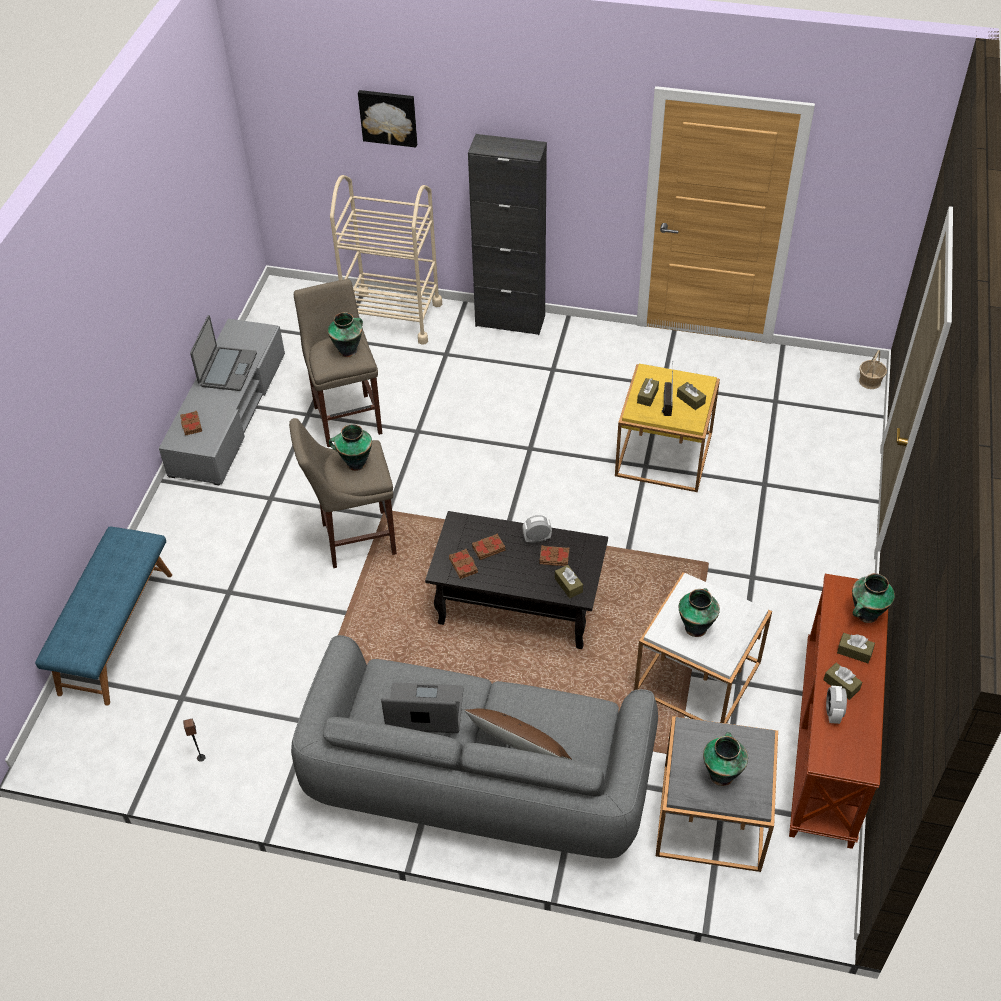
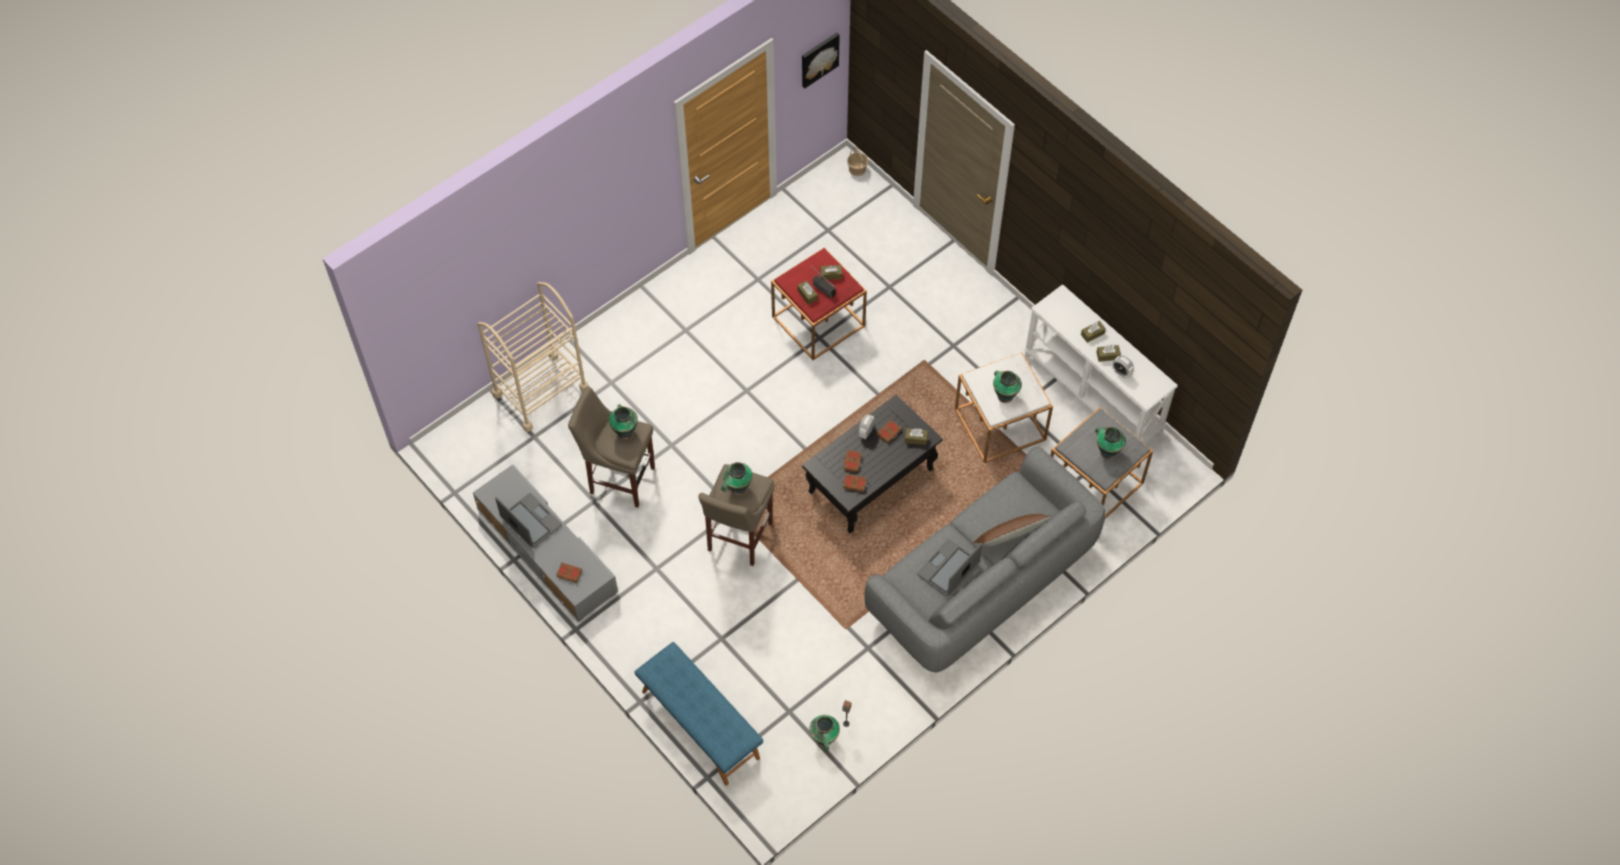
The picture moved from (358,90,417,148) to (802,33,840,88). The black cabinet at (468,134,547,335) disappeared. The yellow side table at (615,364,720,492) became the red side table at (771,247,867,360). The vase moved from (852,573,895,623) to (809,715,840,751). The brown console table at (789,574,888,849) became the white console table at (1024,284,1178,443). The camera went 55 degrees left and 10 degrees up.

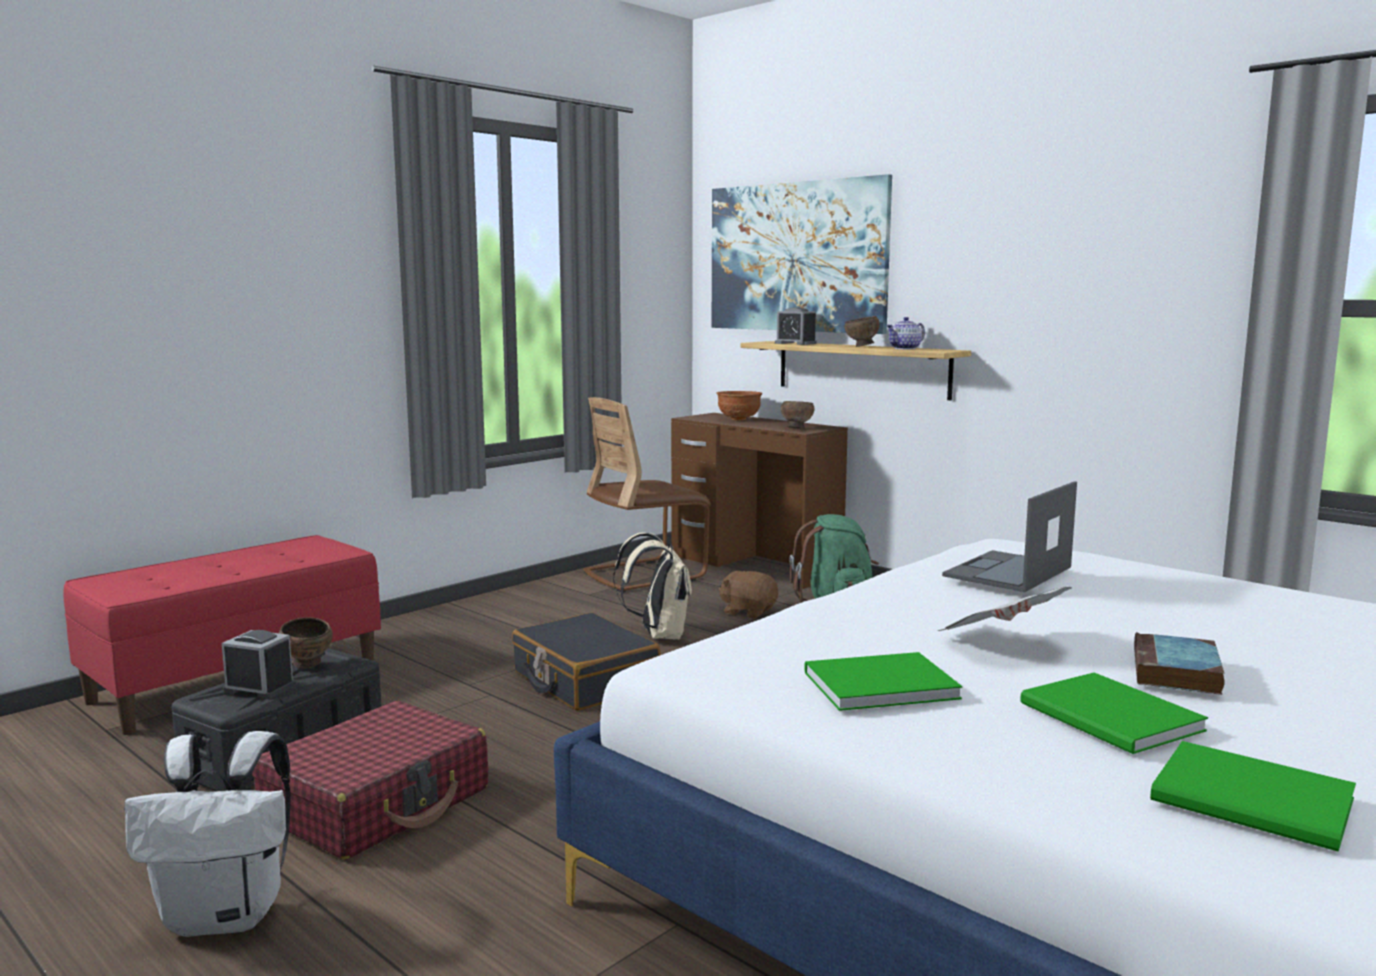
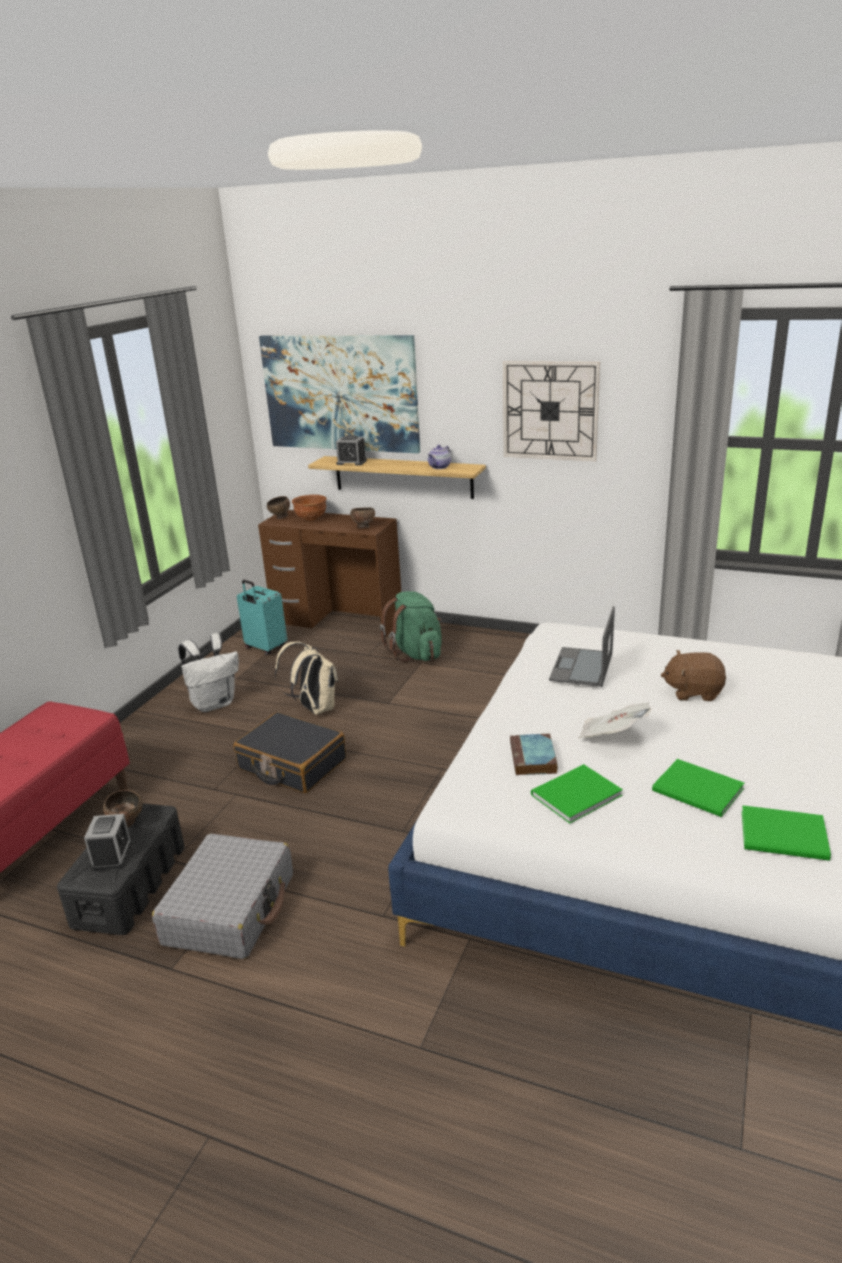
The brown bowl moved from (844,316,879,347) to (267,496,290,519). The brown chair at (583,397,711,593) was replaced by the turquoise suitcase at (237,580,287,655). The brown plush toy moved from (719,570,778,619) to (661,650,726,701). The alarm clock at (222,630,296,699) turned 90 degrees clockwise. The book moved from (1134,632,1225,695) to (510,734,558,775). The red suitcase at (252,701,488,859) became the grey suitcase at (152,833,293,959). The white backpack moved from (124,731,291,937) to (178,633,239,712). The wall clock at (503,361,600,461) appeared. The camera went 20 degrees left and 15 degrees up.

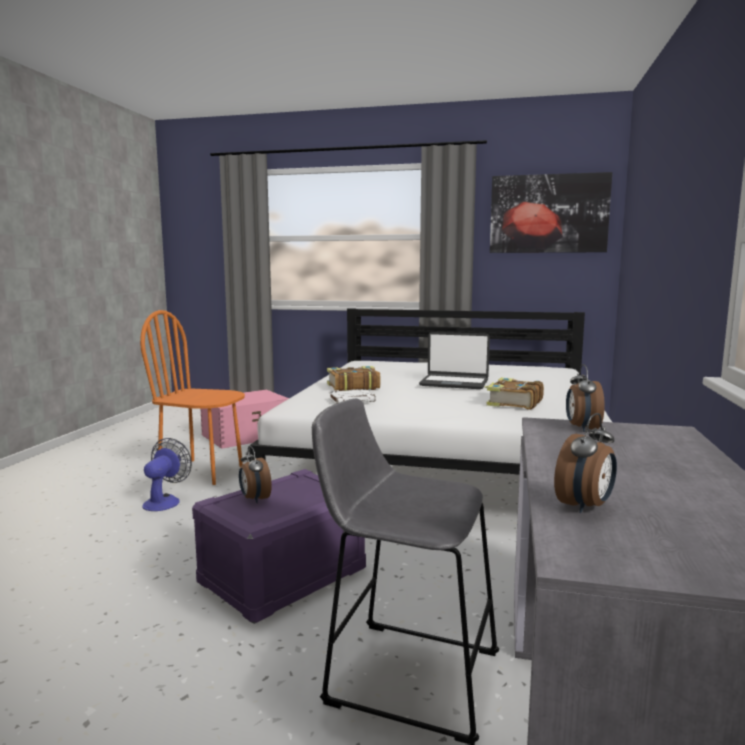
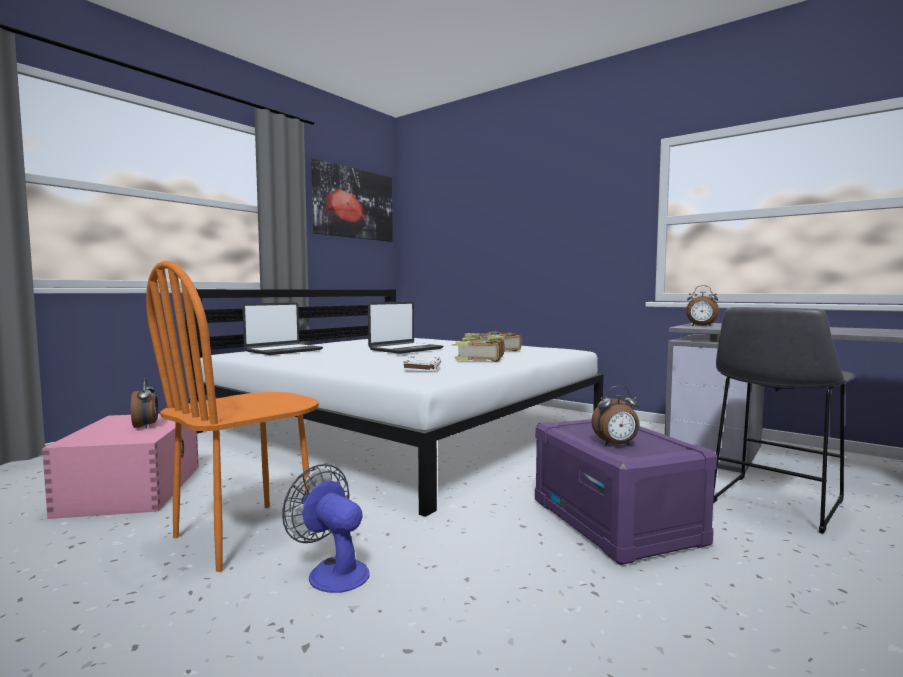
The book moved from (327,366,380,391) to (451,337,504,362). The alarm clock moved from (554,413,617,513) to (131,378,158,429). The laptop at (242,302,323,355) appeared. The camera went 65 degrees left and 5 degrees down.

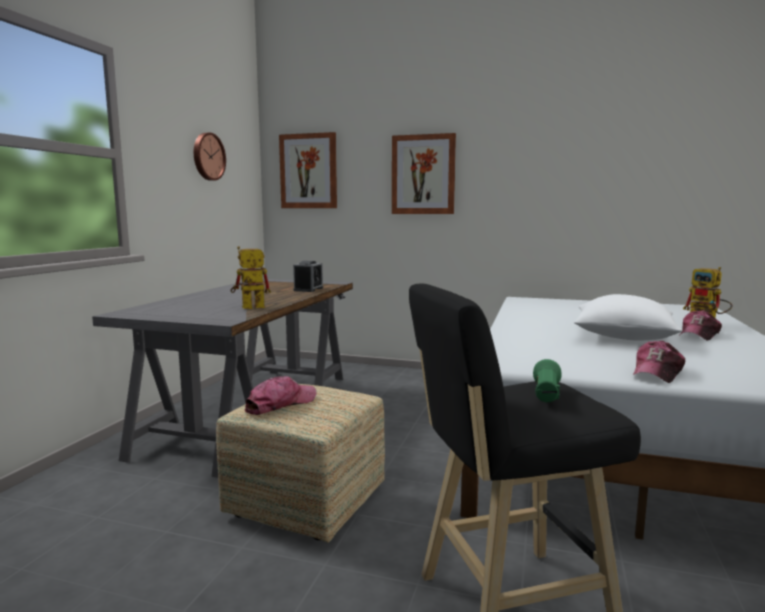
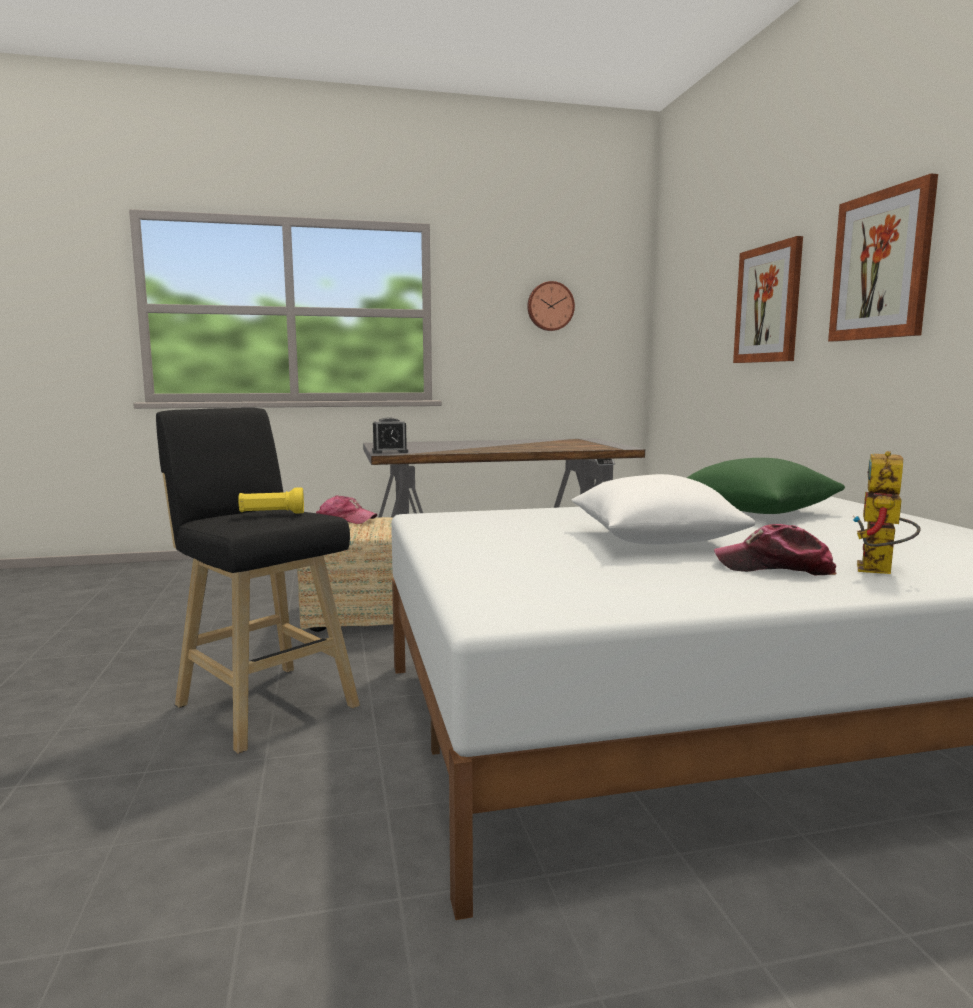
The picture moved from (279,132,337,208) to (828,174,938,342). The toy robot at (230,246,271,309) disappeared. The alarm clock moved from (293,261,323,292) to (372,417,408,454). The cap at (632,341,685,383) disappeared. The green flashlight at (533,359,562,402) became the yellow flashlight at (238,487,304,514). The green pillow at (687,458,845,514) appeared. The camera went 60 degrees right and 0 degrees up.

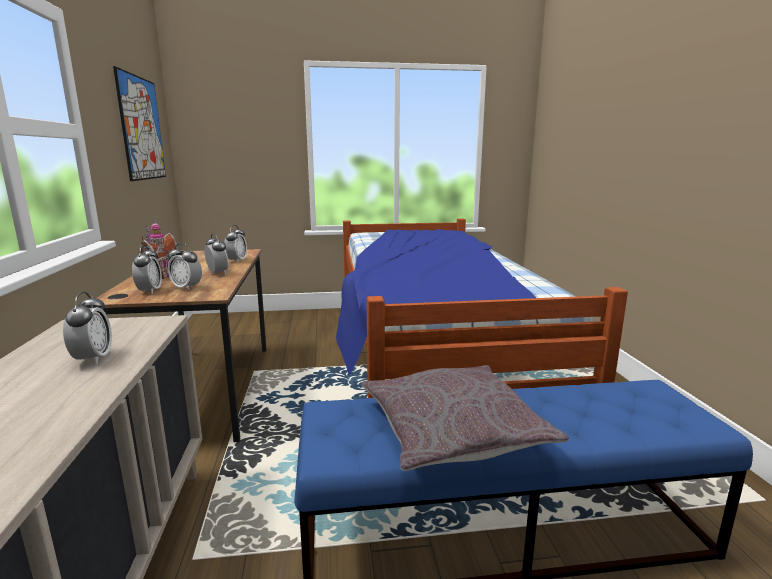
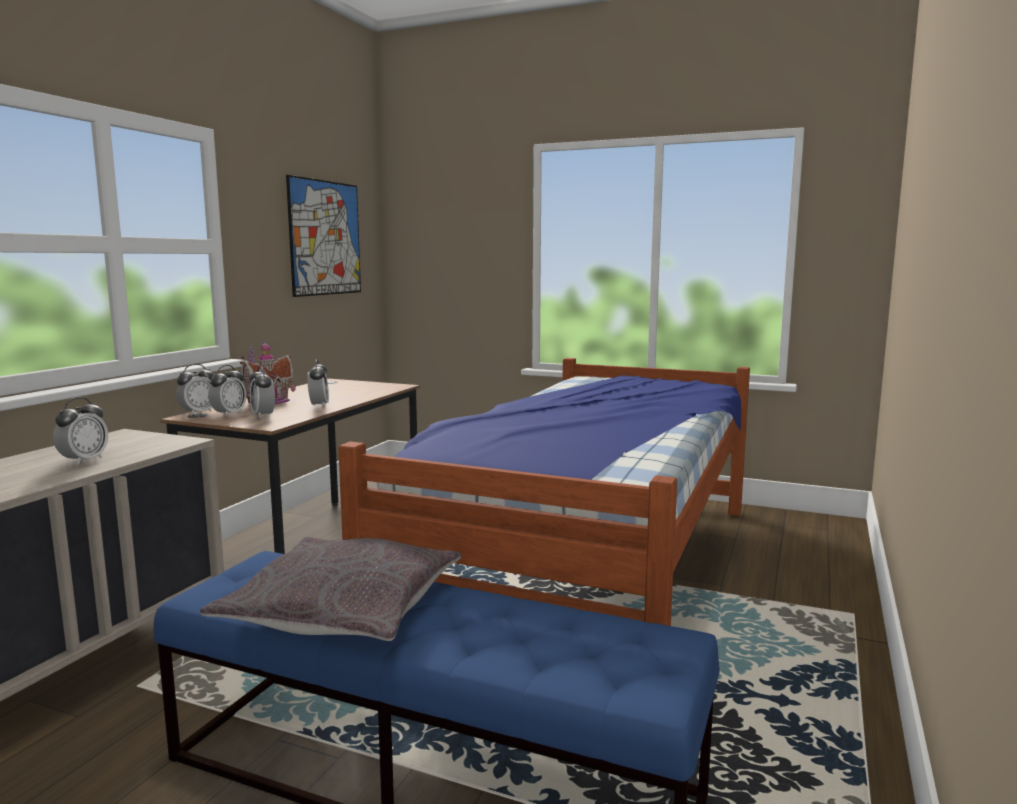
The alarm clock moved from (224,225,247,263) to (176,364,214,415). The camera went 30 degrees right and 5 degrees down.

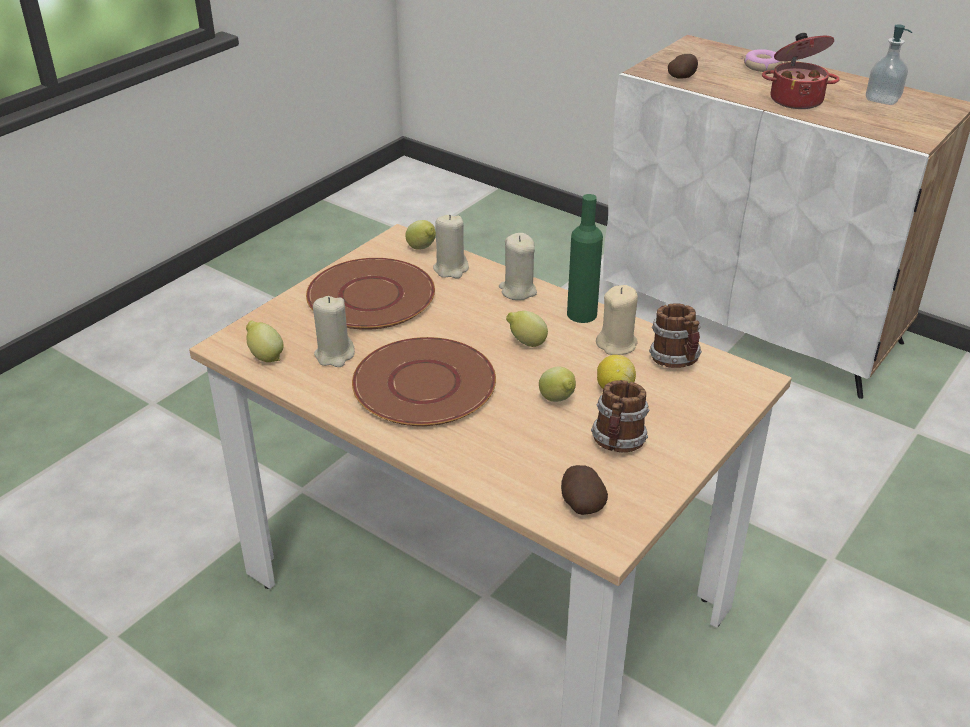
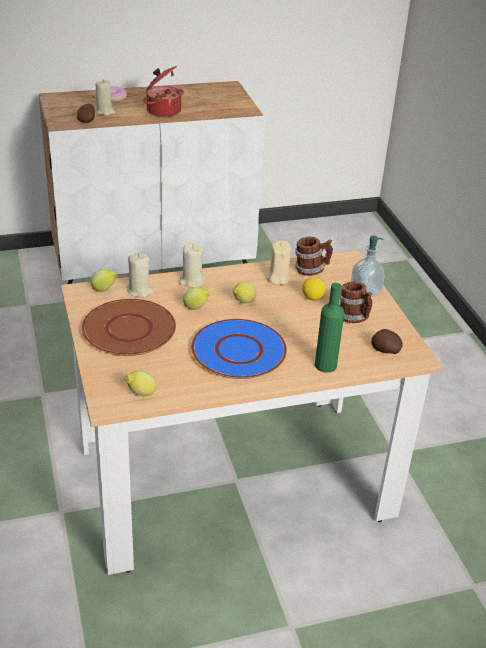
The soap dispenser moved from (866,24,912,105) to (351,236,385,297). The green bottle moved from (567,194,603,323) to (315,283,345,373). The beige candle moved from (313,296,355,367) to (95,79,116,116). The brown plate at (352,337,496,426) became the blue plate at (191,319,287,379). The lemon moved from (539,366,576,402) to (183,287,210,310). The camera went 55 degrees left and 0 degrees up.

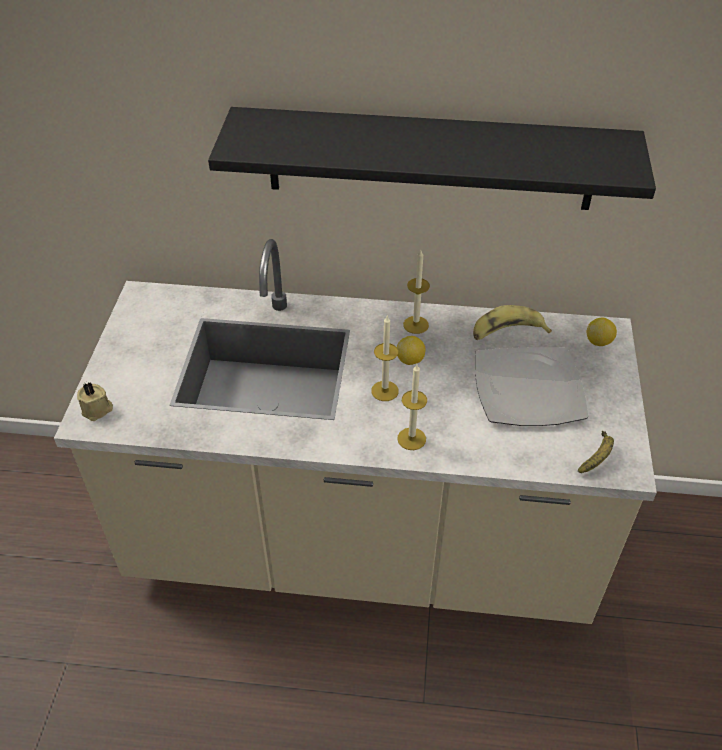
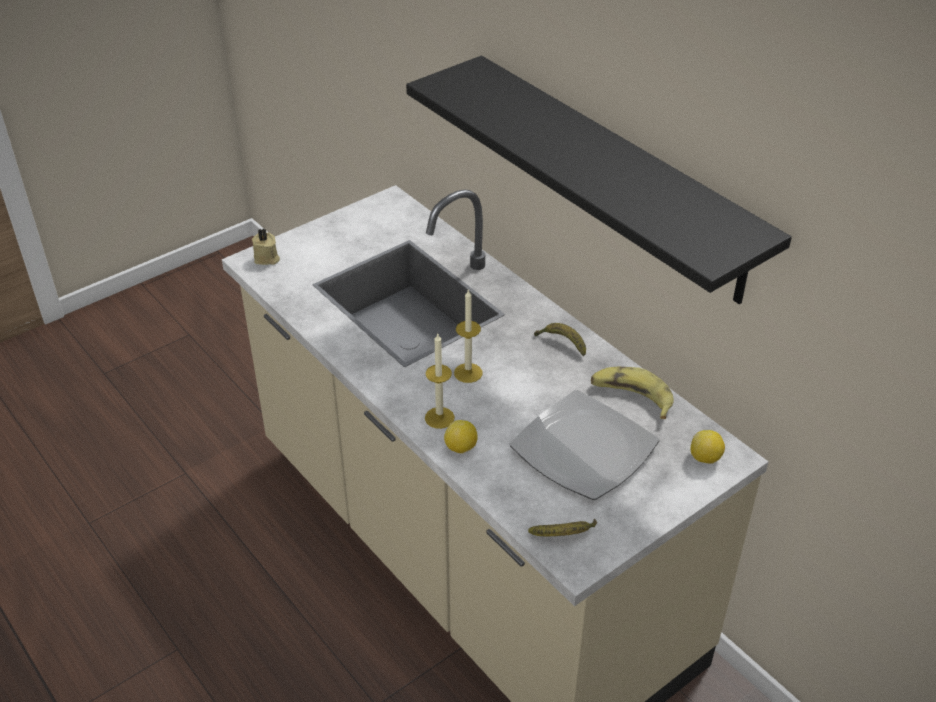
The candle at (403,250,430,334) was replaced by the banana at (534,323,586,356). The lemon moved from (397,336,426,365) to (444,420,478,454). The camera went 45 degrees right and 5 degrees down.

